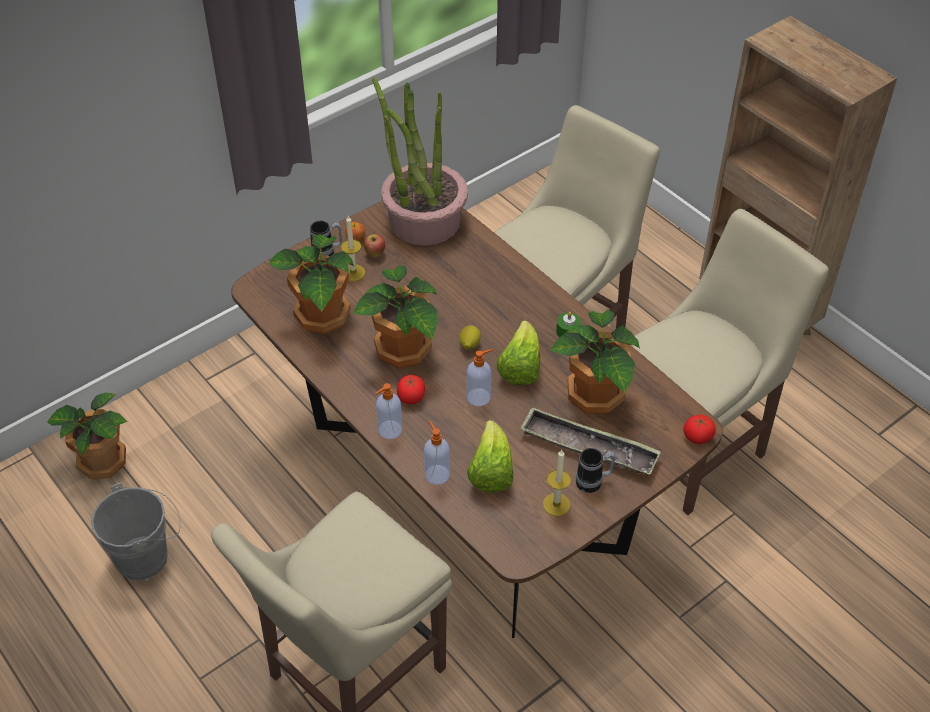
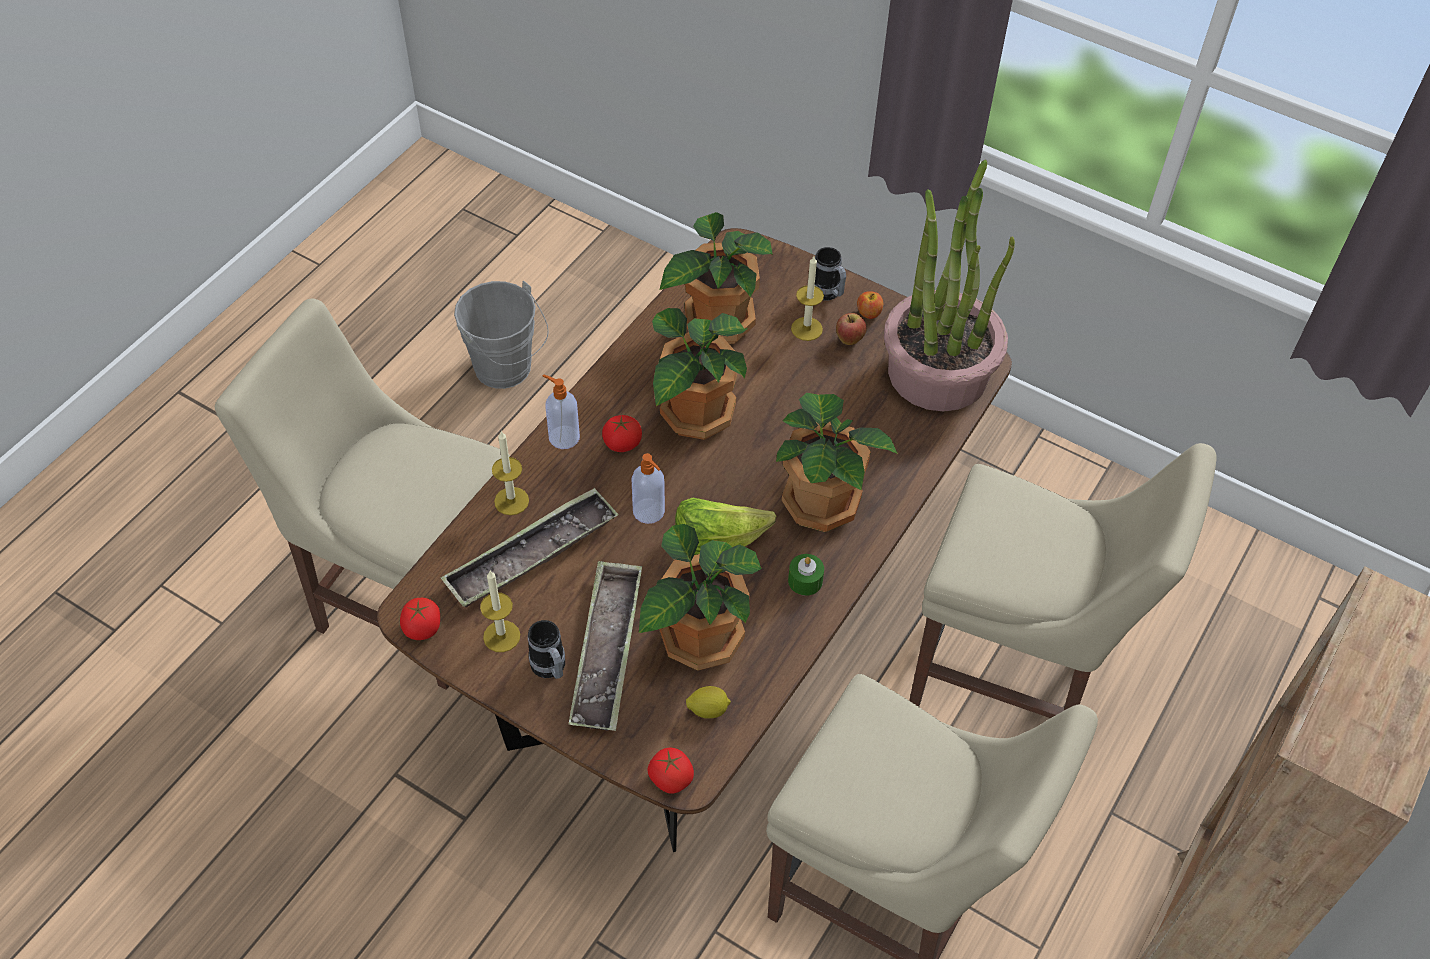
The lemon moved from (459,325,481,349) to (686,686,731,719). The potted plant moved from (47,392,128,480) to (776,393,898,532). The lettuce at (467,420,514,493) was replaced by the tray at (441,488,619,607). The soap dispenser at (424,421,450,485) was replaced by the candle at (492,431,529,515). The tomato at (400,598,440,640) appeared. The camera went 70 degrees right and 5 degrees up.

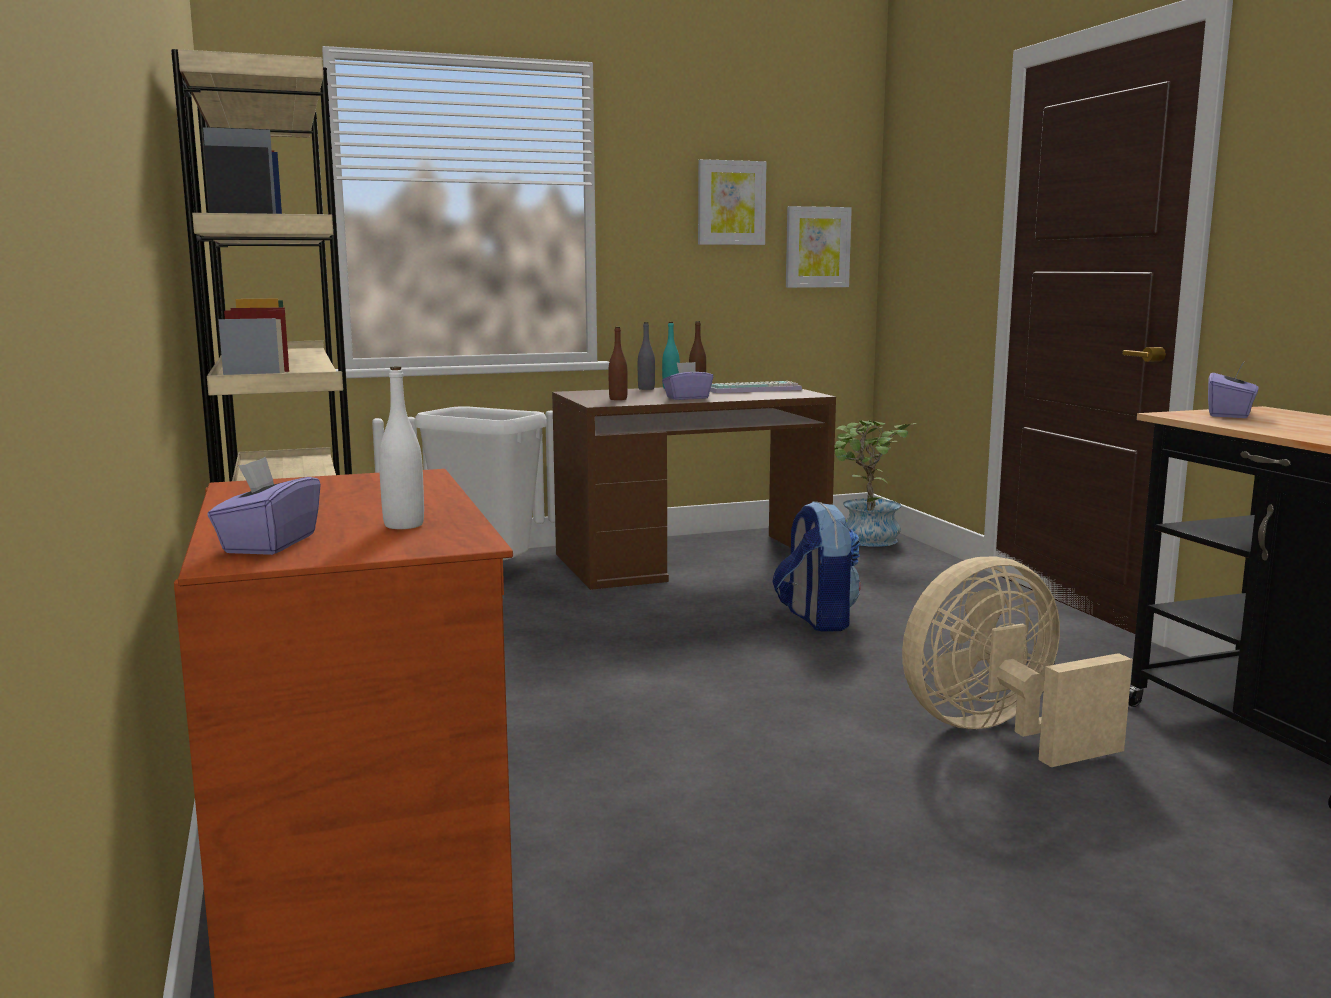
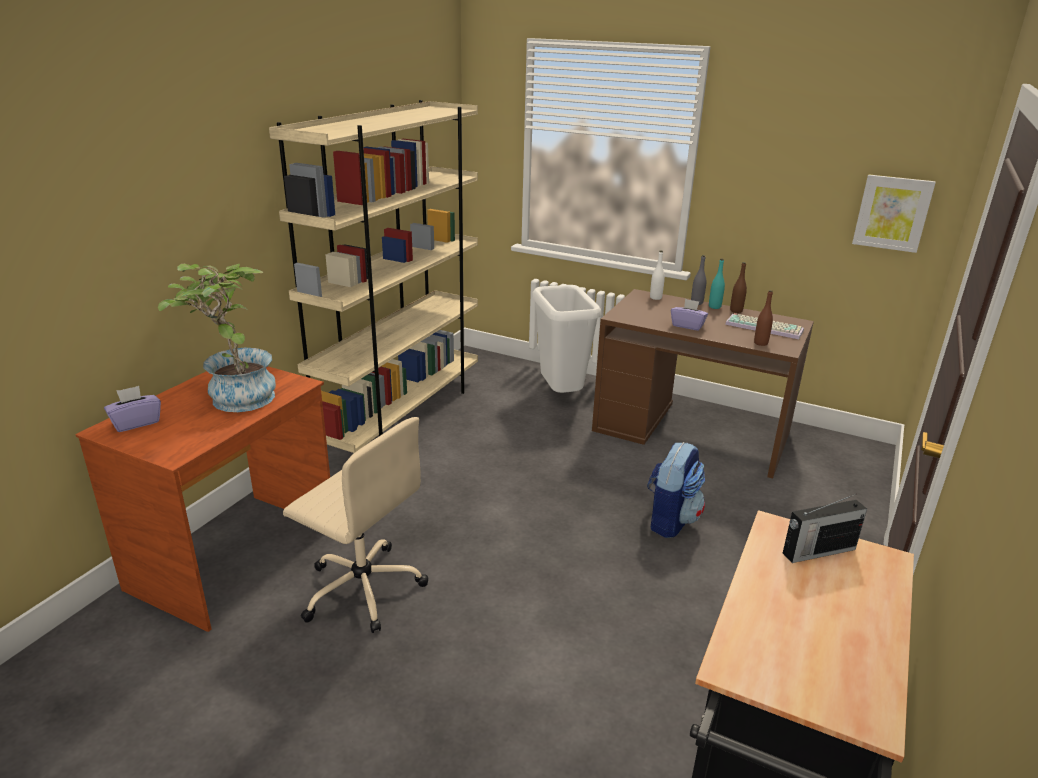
The picture at (698,159,766,245) disappeared. The brown bottle moved from (608,327,628,400) to (754,290,773,346). The purple tissue box at (1208,361,1258,418) was replaced by the radio at (783,494,867,563). The white bottle moved from (379,366,424,529) to (650,251,665,300). The potted plant moved from (834,420,917,547) to (158,264,276,412). The beige fan at (902,557,1133,767) disappeared. The beige office chair at (283,417,428,633) appeared. The camera went 45 degrees right and 15 degrees up.

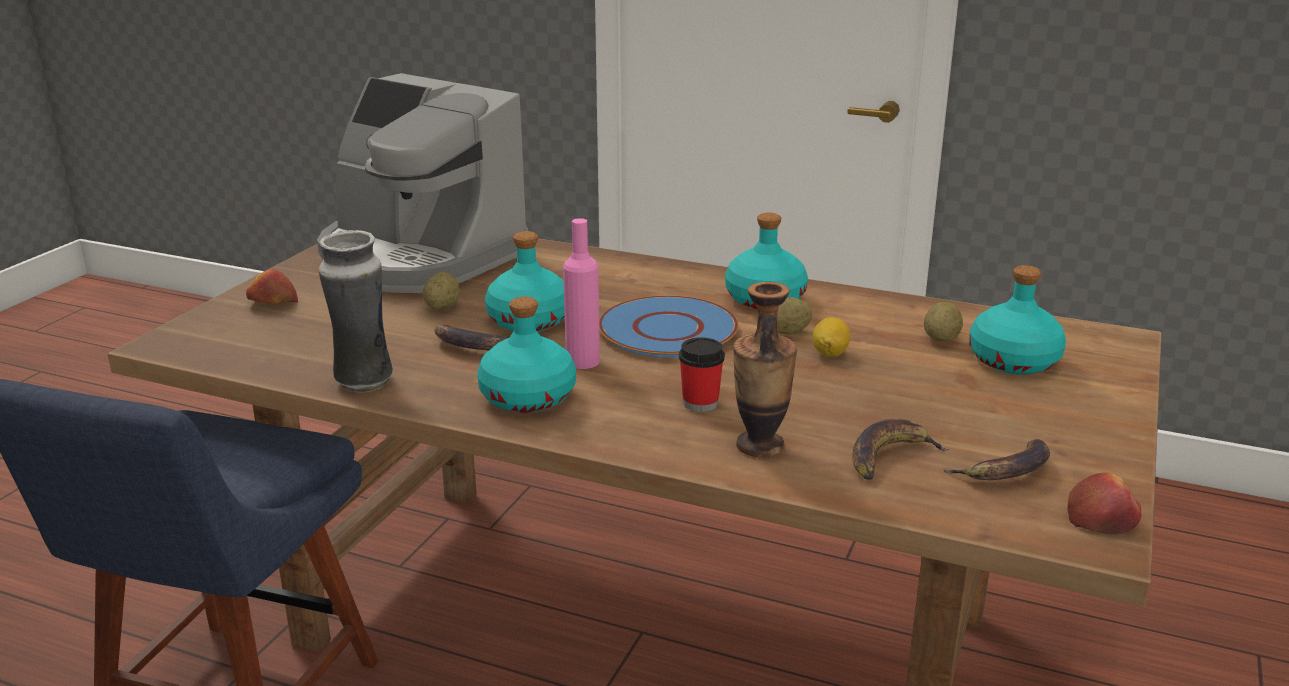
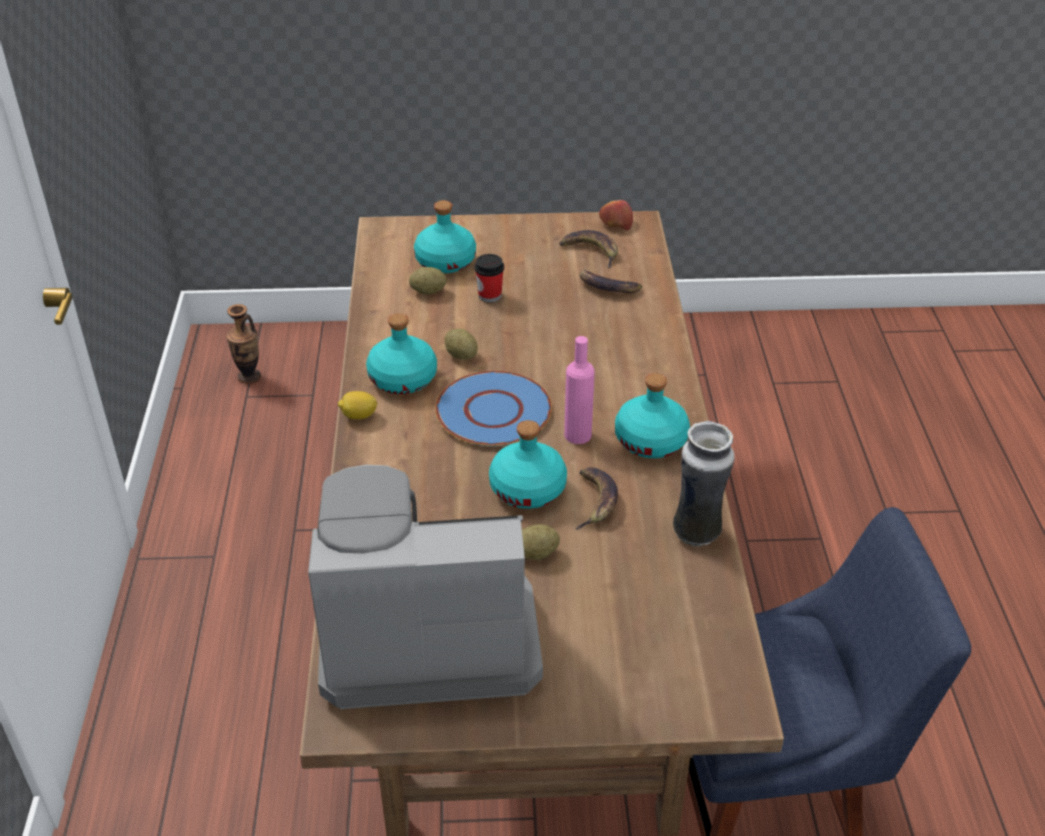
The coffee machine at (317,73,528,293) turned 105 degrees counterclockwise. The apple at (246,269,298,305) disappeared. The vase moved from (733,282,797,458) to (226,304,261,384). The lemon moved from (813,317,850,357) to (338,391,378,419). The cup moved from (679,337,725,412) to (474,254,504,303). The camera went 115 degrees left and 15 degrees up.

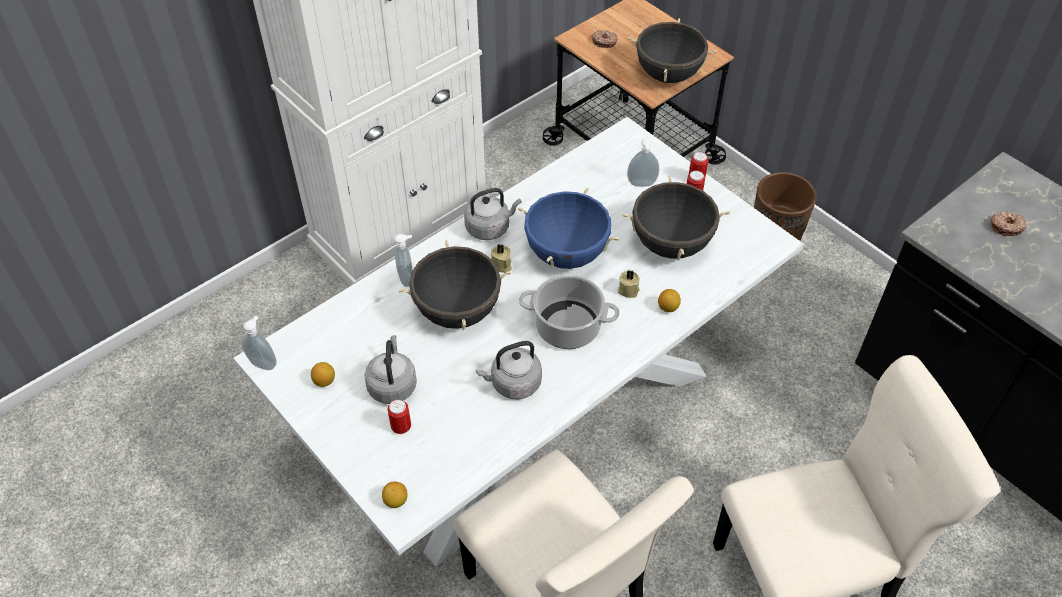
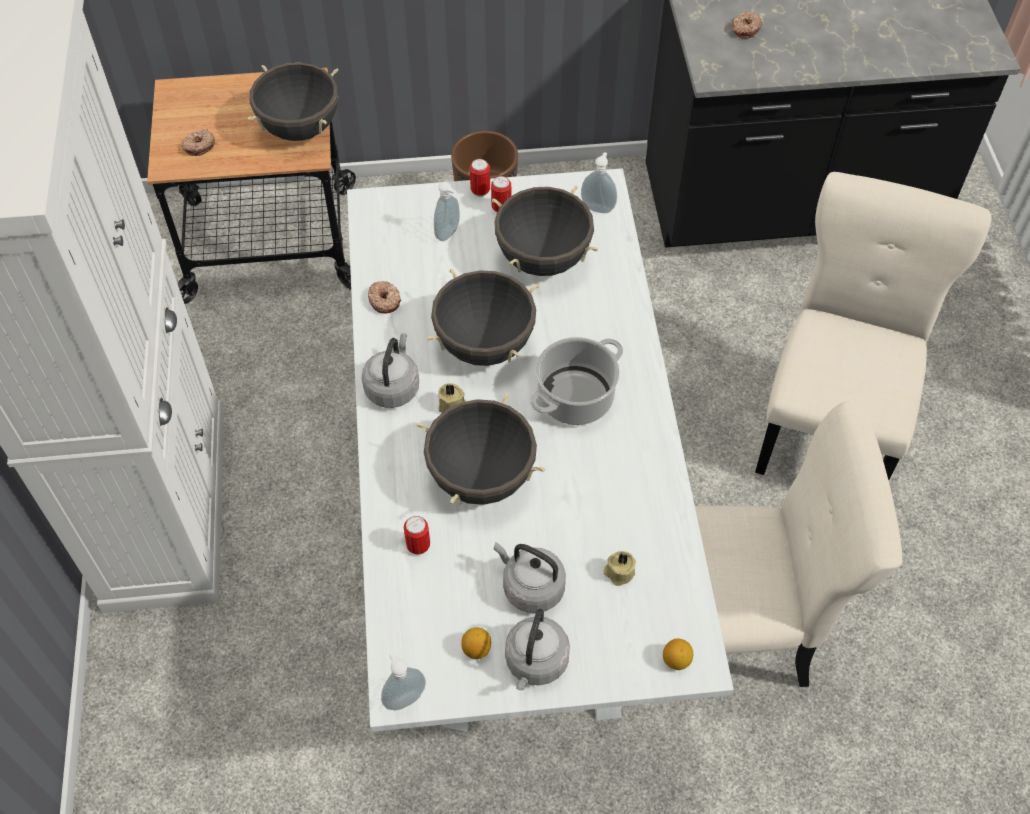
The blue cooking pot at (518,187,619,269) became the black cooking pot at (426,269,539,366). The soap dispenser moved from (394,234,412,287) to (581,152,617,213). The beige candle moved from (617,270,640,298) to (604,551,636,586). The lemon at (658,289,681,312) disappeared. The grey kettle moved from (476,341,542,399) to (505,609,570,690). The can moved from (388,399,411,434) to (404,516,430,554). The donut at (368,281,401,314) appeared. The camera went 55 degrees left and 5 degrees up.

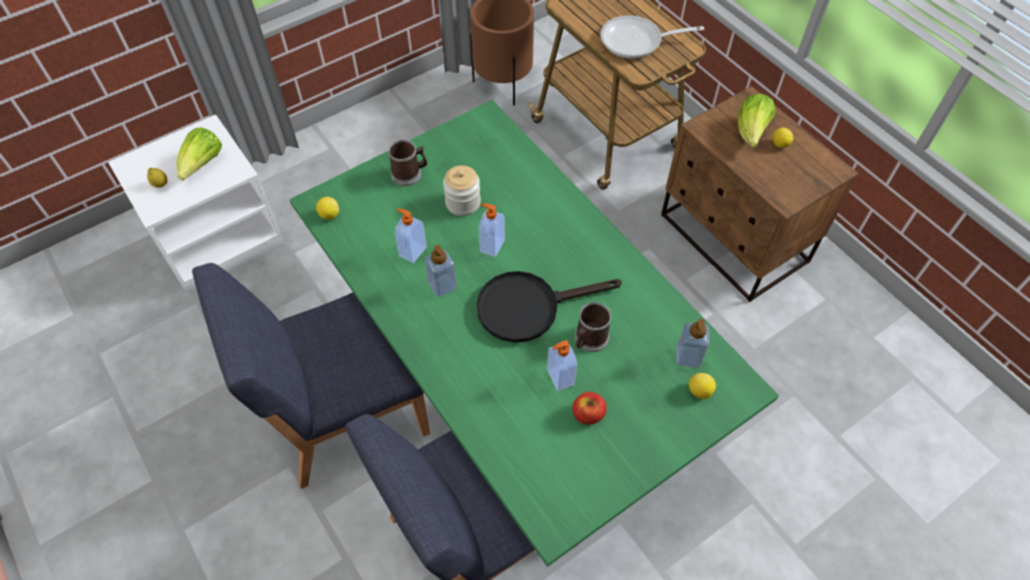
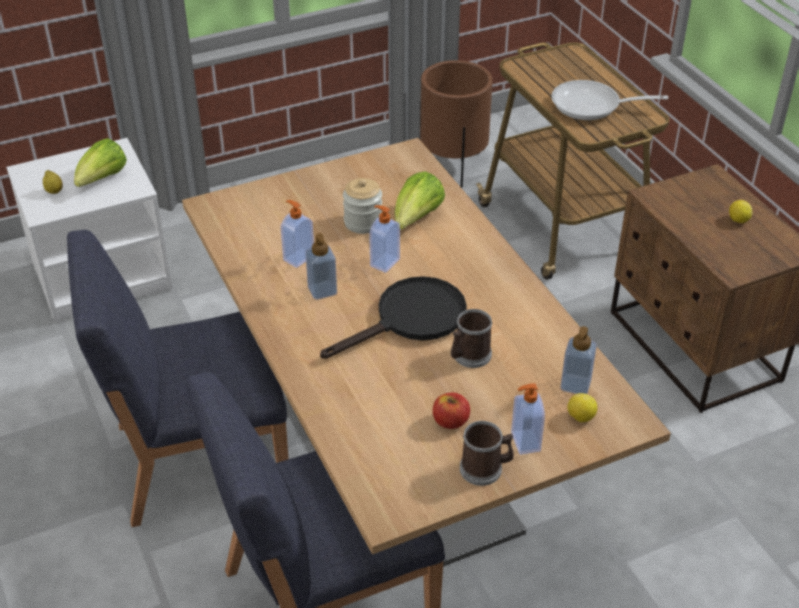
The lettuce moved from (738,93,775,148) to (394,171,445,230). The green dining table at (289,100,779,567) became the brown dining table at (182,138,671,567). The mug moved from (388,139,427,186) to (460,421,514,486). The lemon at (316,197,339,220) disappeared. The black frying pan at (477,271,622,343) turned 150 degrees clockwise. The soap dispenser moved from (547,340,577,391) to (511,383,545,455). The camera went 10 degrees right and 15 degrees down.

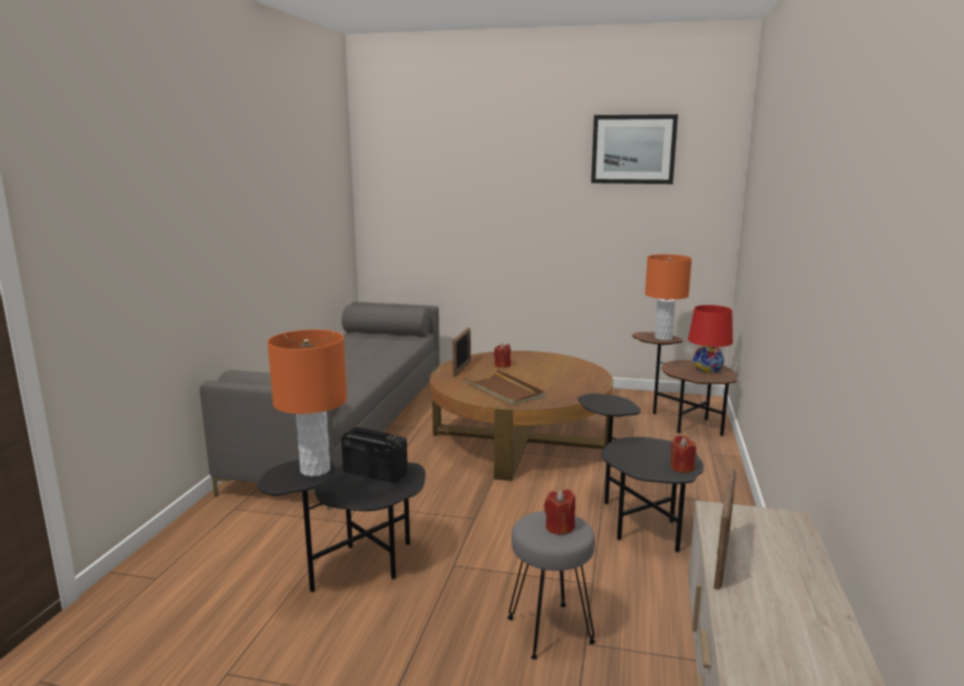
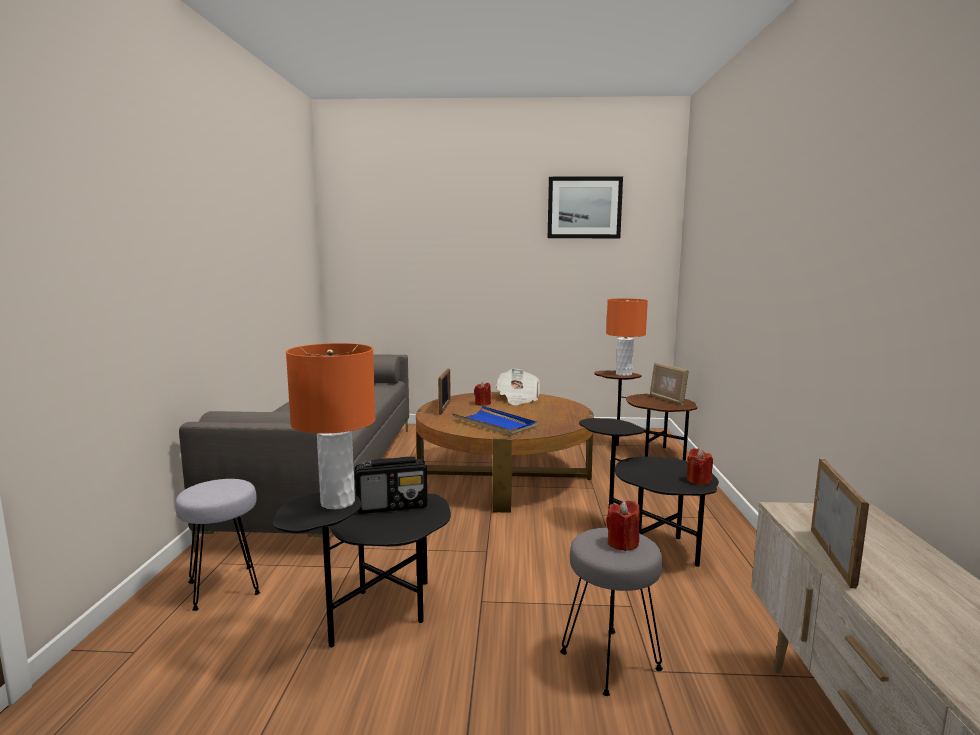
The red table lamp at (688,305,733,373) was replaced by the picture frame at (650,362,689,406). The brown tray at (463,370,545,406) became the blue tray at (453,406,537,436). The radio at (341,427,408,483) turned 150 degrees clockwise. The newspaper at (496,369,540,405) appeared. The grey stool at (175,479,260,611) appeared. The camera went 10 degrees left and 5 degrees down.

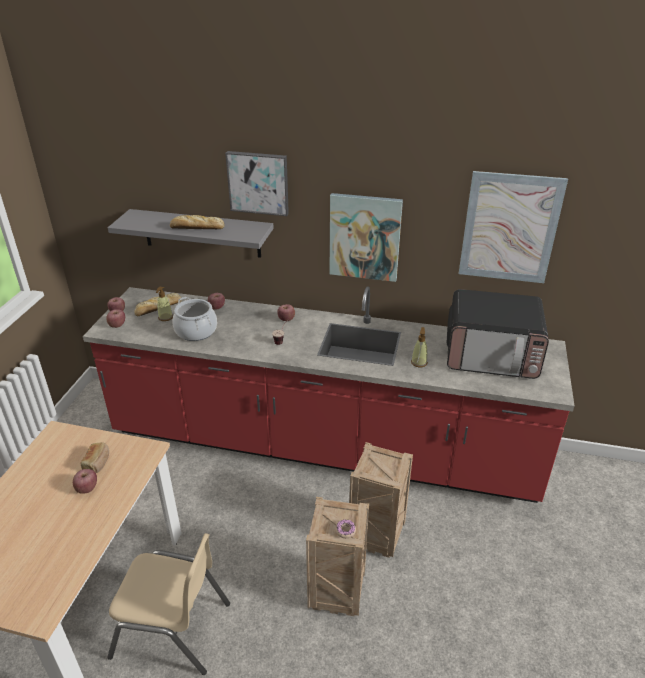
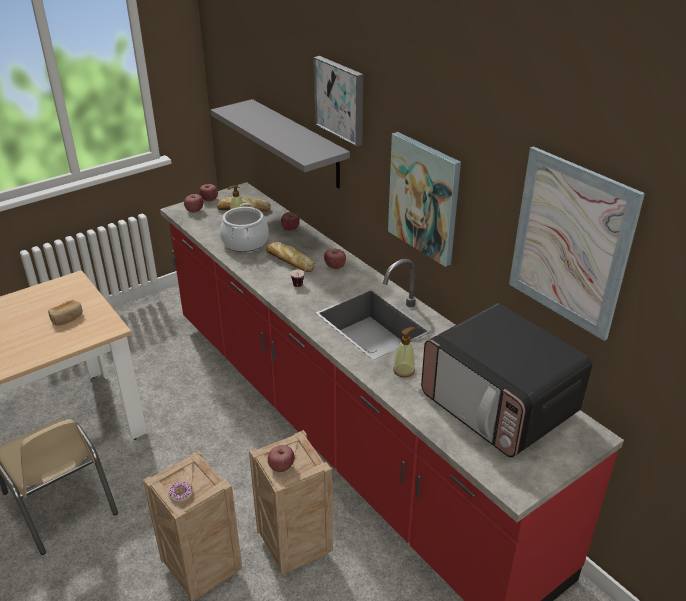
The bread moved from (170,215,224,229) to (266,242,314,272). The apple moved from (73,469,97,494) to (268,445,295,472). The camera went 40 degrees right and 0 degrees up.

